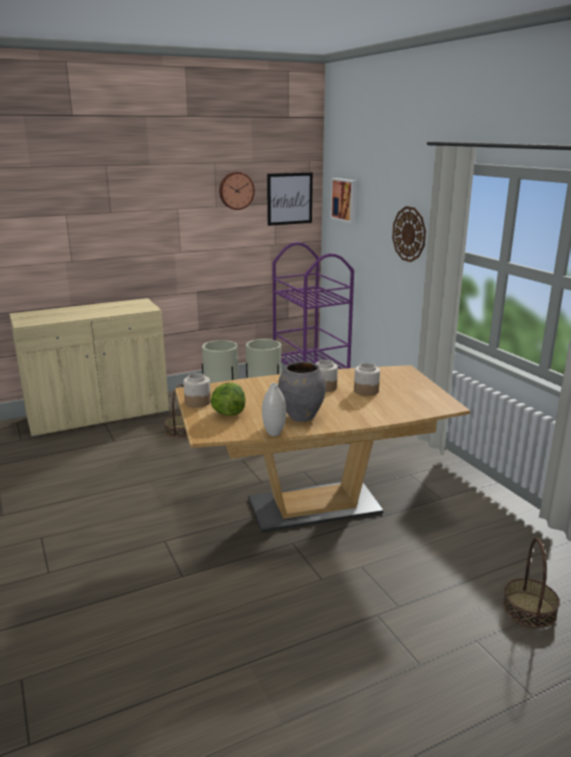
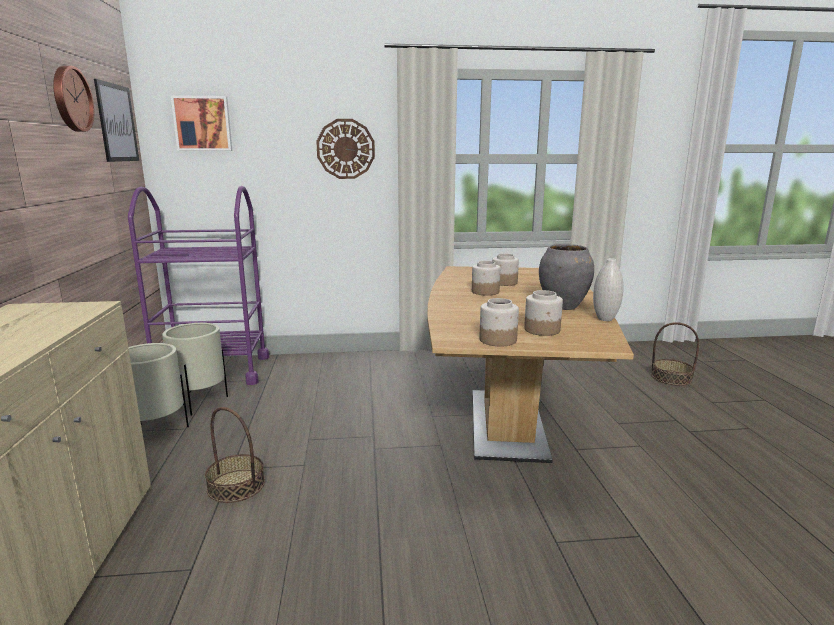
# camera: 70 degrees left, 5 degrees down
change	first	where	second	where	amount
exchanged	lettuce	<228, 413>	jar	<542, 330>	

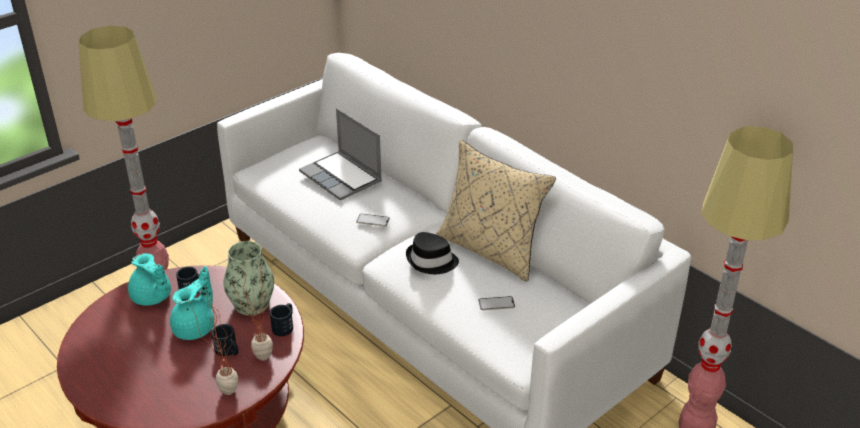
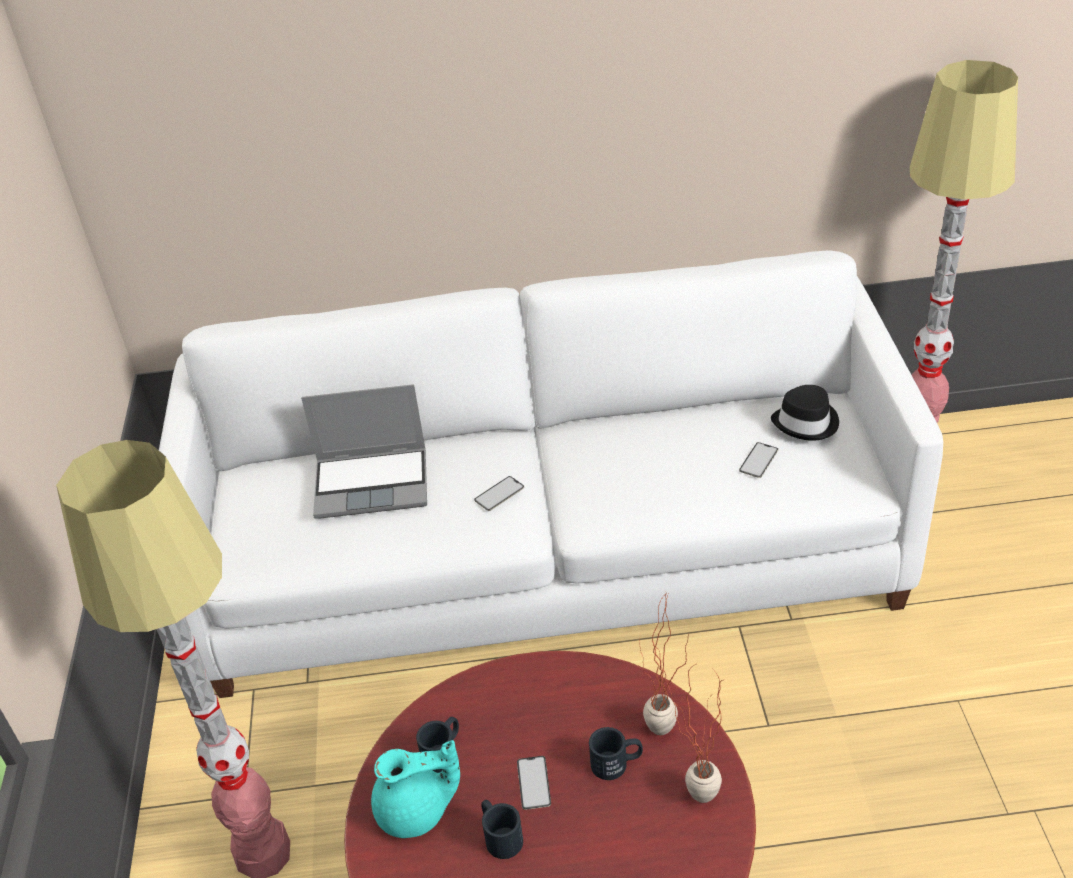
# camera: 50 degrees left, 5 degrees up
change	first	where	second	where	amount
exchanged	teapot (turquoise)	<196, 328>	phone	<533, 783>	
missing	vase	<252, 304>			
relocated	mug (black)	<284, 325>		<500, 835>	
relocated	hat (black)	<431, 261>		<806, 423>	
missing	pillow (beige)	<491, 250>			

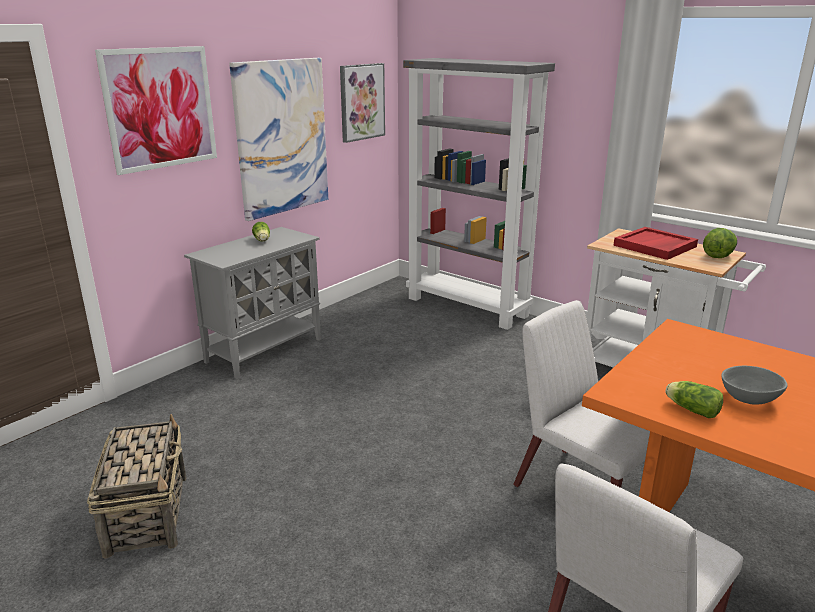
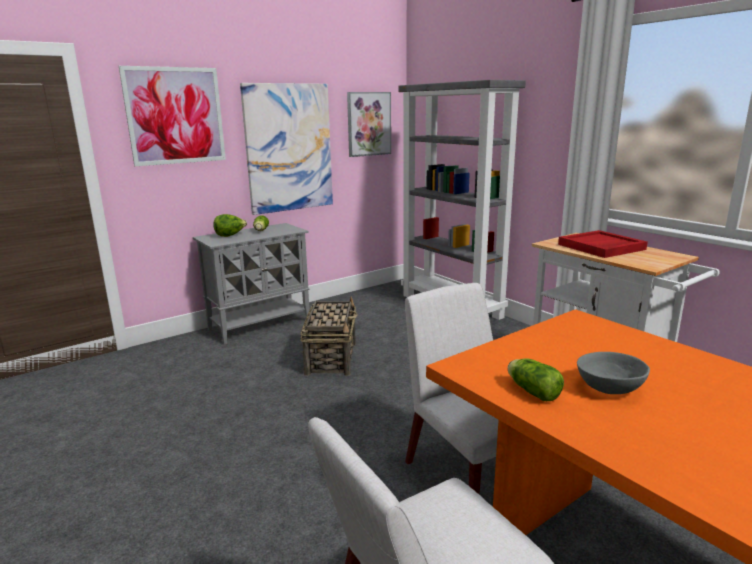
# camera: 15 degrees right, 5 degrees down
change	first	where	second	where	amount
relocated	basket	<148, 513>		<331, 358>	
relocated	lettuce	<718, 255>		<230, 235>	

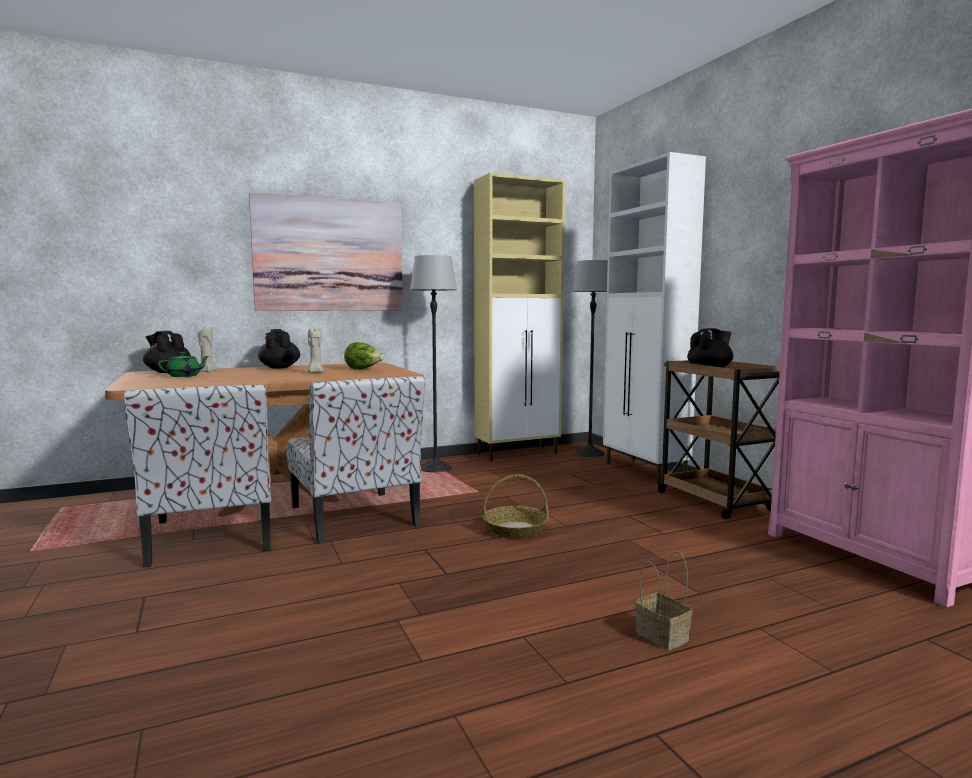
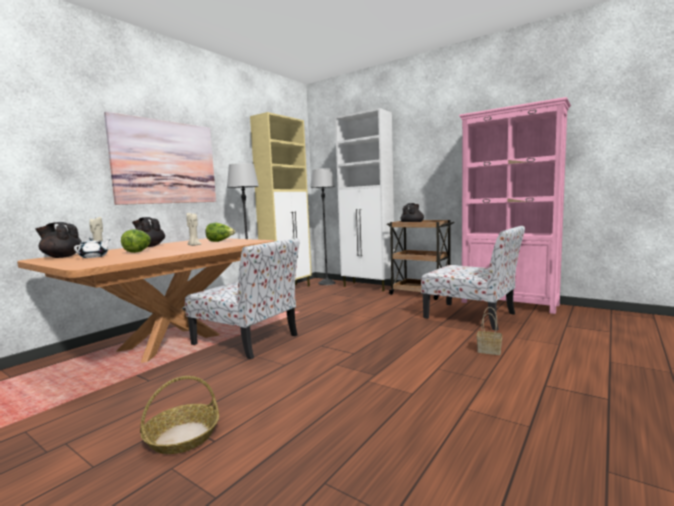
# camera: 30 degrees left, 0 degrees up
change	first	where	second	where	amount
relocated	chair	<212, 537>		<472, 316>	
colour	teapot (green)	<185, 376>	teapot (white)	<94, 257>	
relocated	basket	<515, 529>		<183, 436>	
appeared			lettuce	<138, 251>	

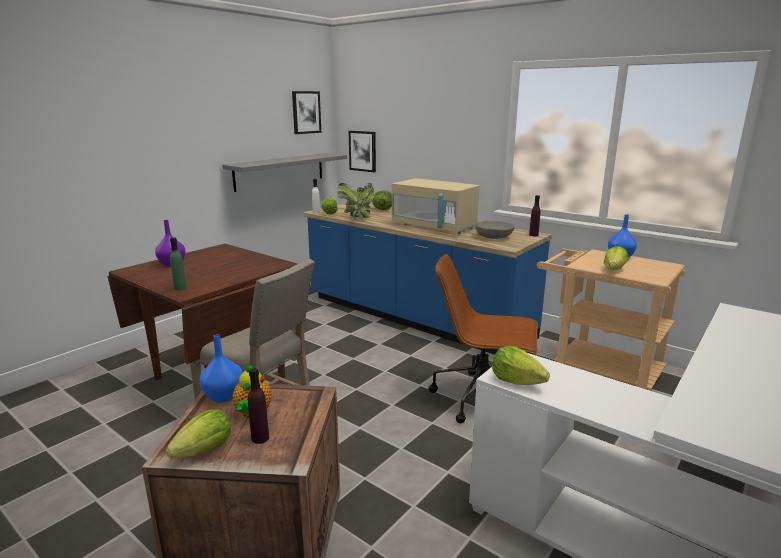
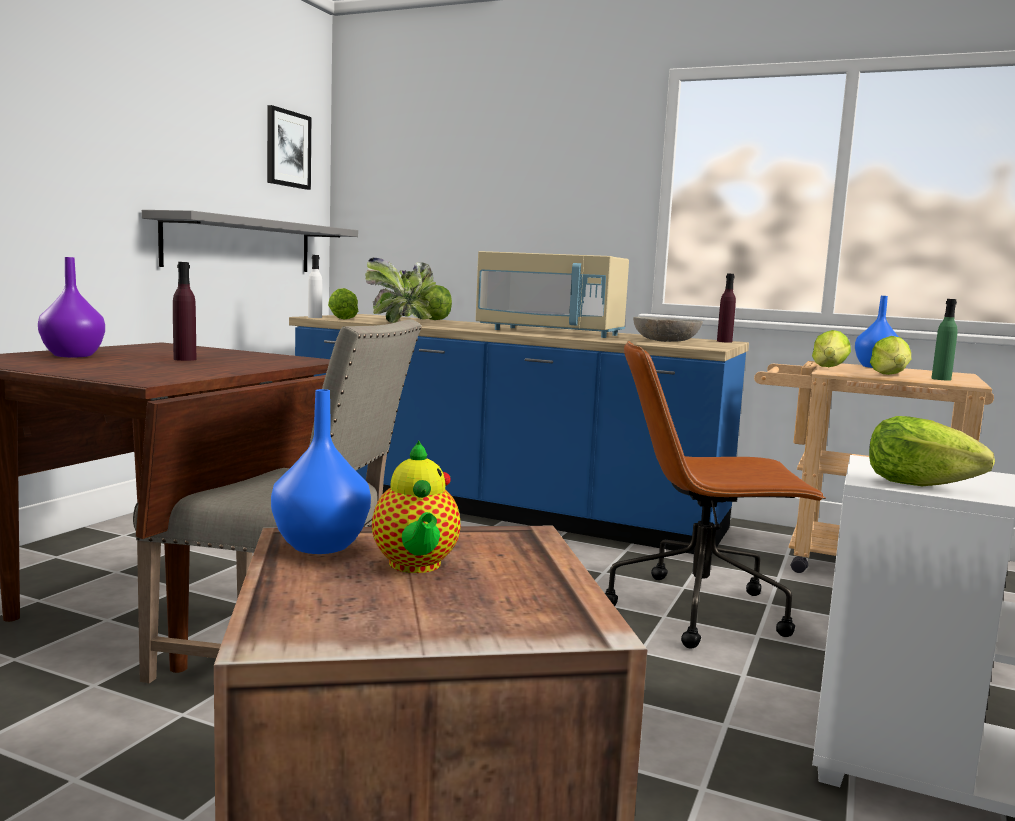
# camera: 15 degrees left, 10 degrees down
change	first	where	second	where	amount
relocated	lettuce	<205, 451>		<829, 368>	
relocated	bottle (green)	<180, 288>		<941, 379>	
relocated	bottle (purple)	<260, 438>		<185, 359>	
missing	picture	<363, 151>			

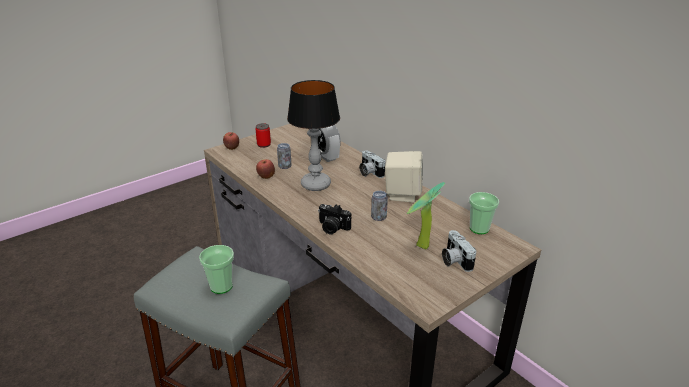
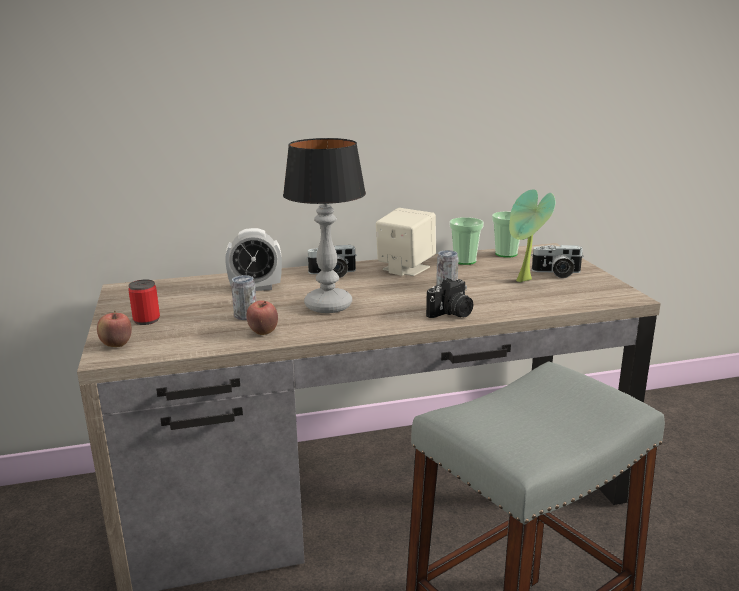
# camera: 65 degrees left, 10 degrees down
change	first	where	second	where	amount
relocated	cup	<221, 286>		<464, 261>	

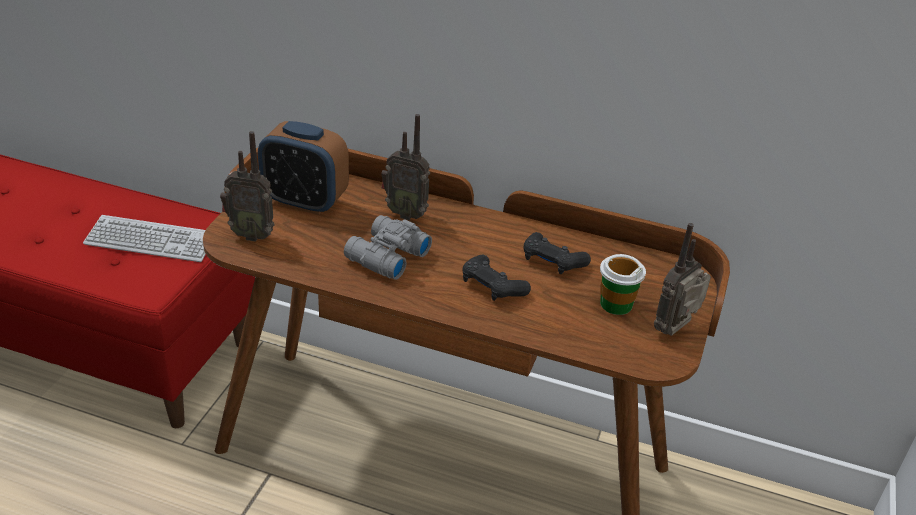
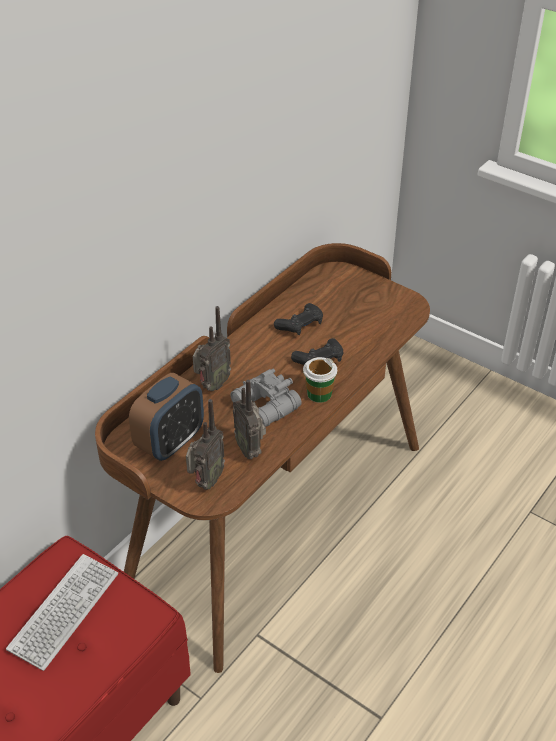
# camera: 70 degrees left, 5 degrees up
change	first	where	second	where	amount
relocated	cup	<616, 304>		<319, 394>	
relocated	radio	<675, 331>		<250, 449>	

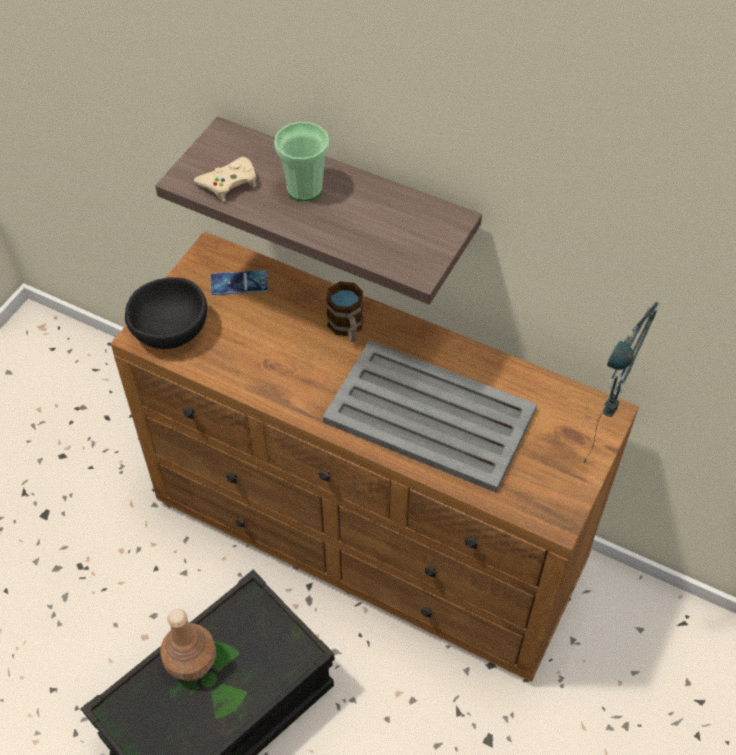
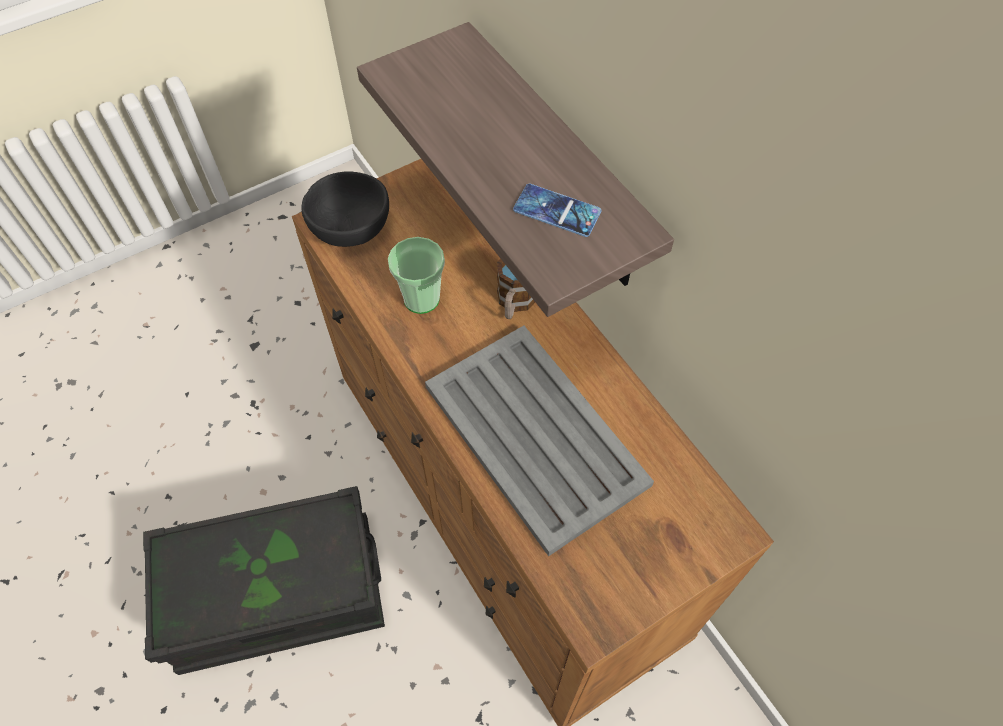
# camera: 30 degrees right, 5 degrees up
change	first	where	second	where	amount
missing	bottle (brown)	<191, 664>			
missing	game controller (beige)	<229, 183>			
relocated	phone	<239, 283>		<557, 211>	
relocated	cup	<304, 188>		<421, 299>	
missing	table lamp	<590, 478>			

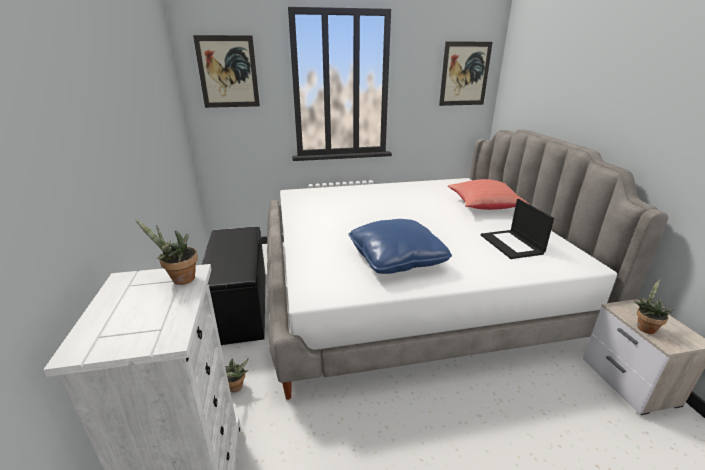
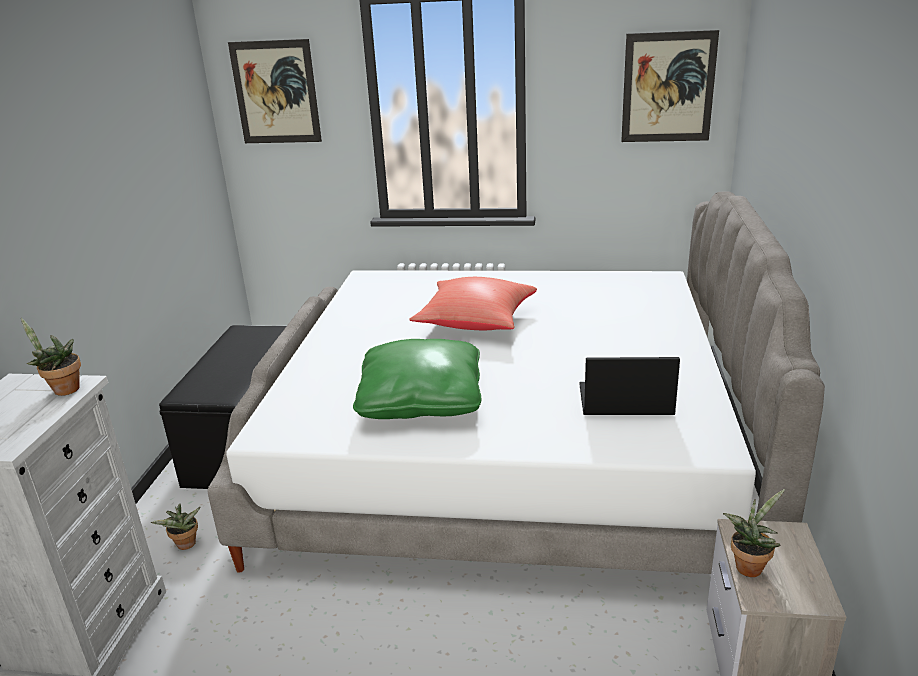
# camera: 20 degrees right, 0 degrees up
change	first	where	second	where	amount
colour	pillow (blue)	<396, 259>	pillow (green)	<421, 400>	
relocated	pillow (red)	<484, 206>		<475, 323>	
spun	laptop	<512, 244>		<624, 400>	90 degrees clockwise

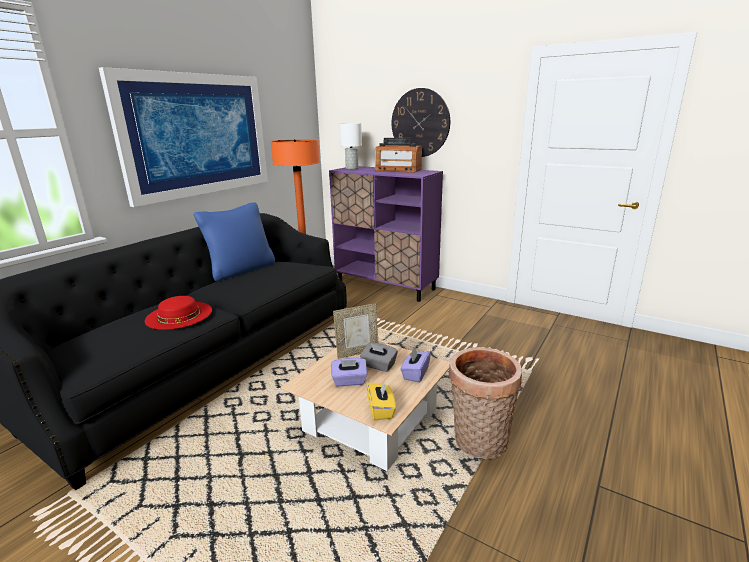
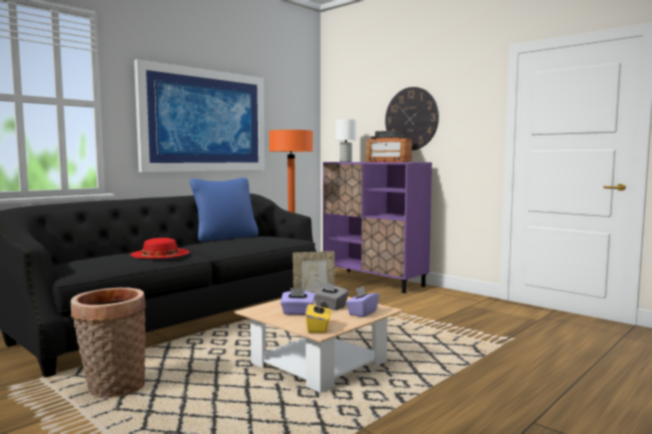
# camera: 10 degrees right, 15 degrees down
change	first	where	second	where	amount
relocated	basket	<478, 443>		<113, 388>	

